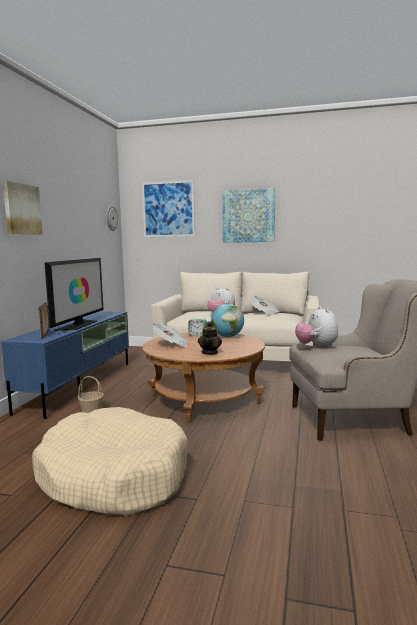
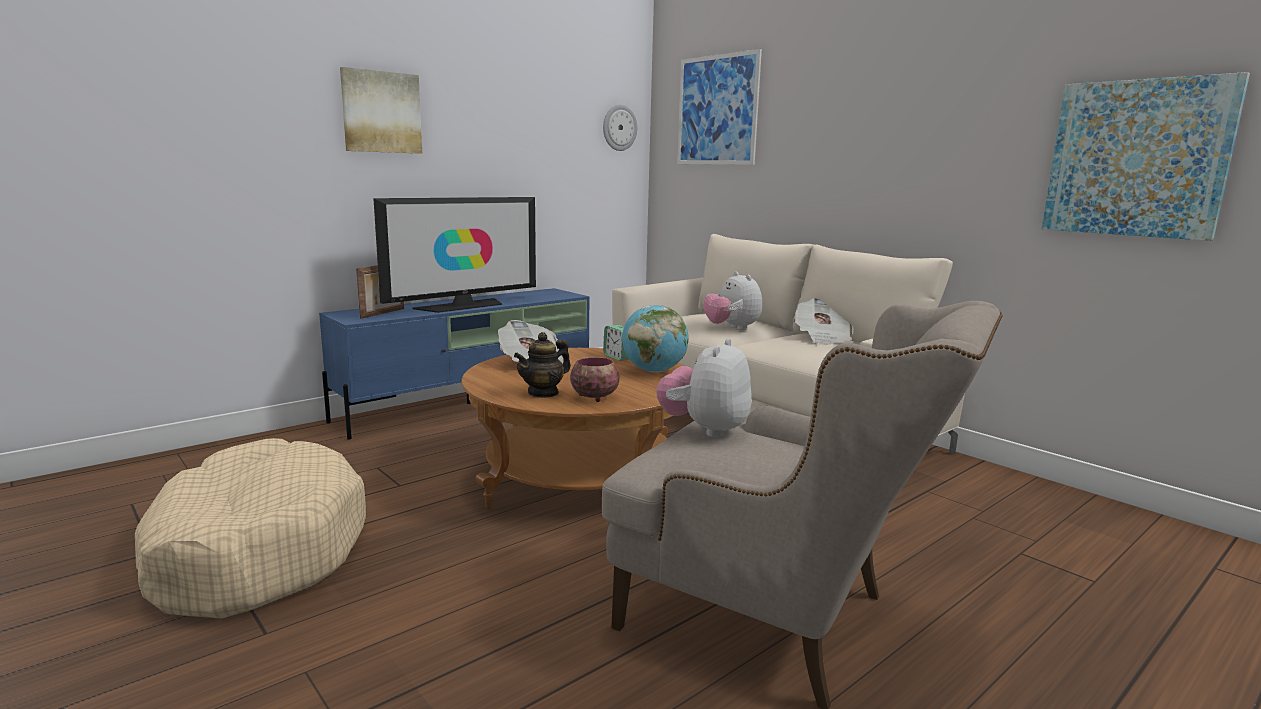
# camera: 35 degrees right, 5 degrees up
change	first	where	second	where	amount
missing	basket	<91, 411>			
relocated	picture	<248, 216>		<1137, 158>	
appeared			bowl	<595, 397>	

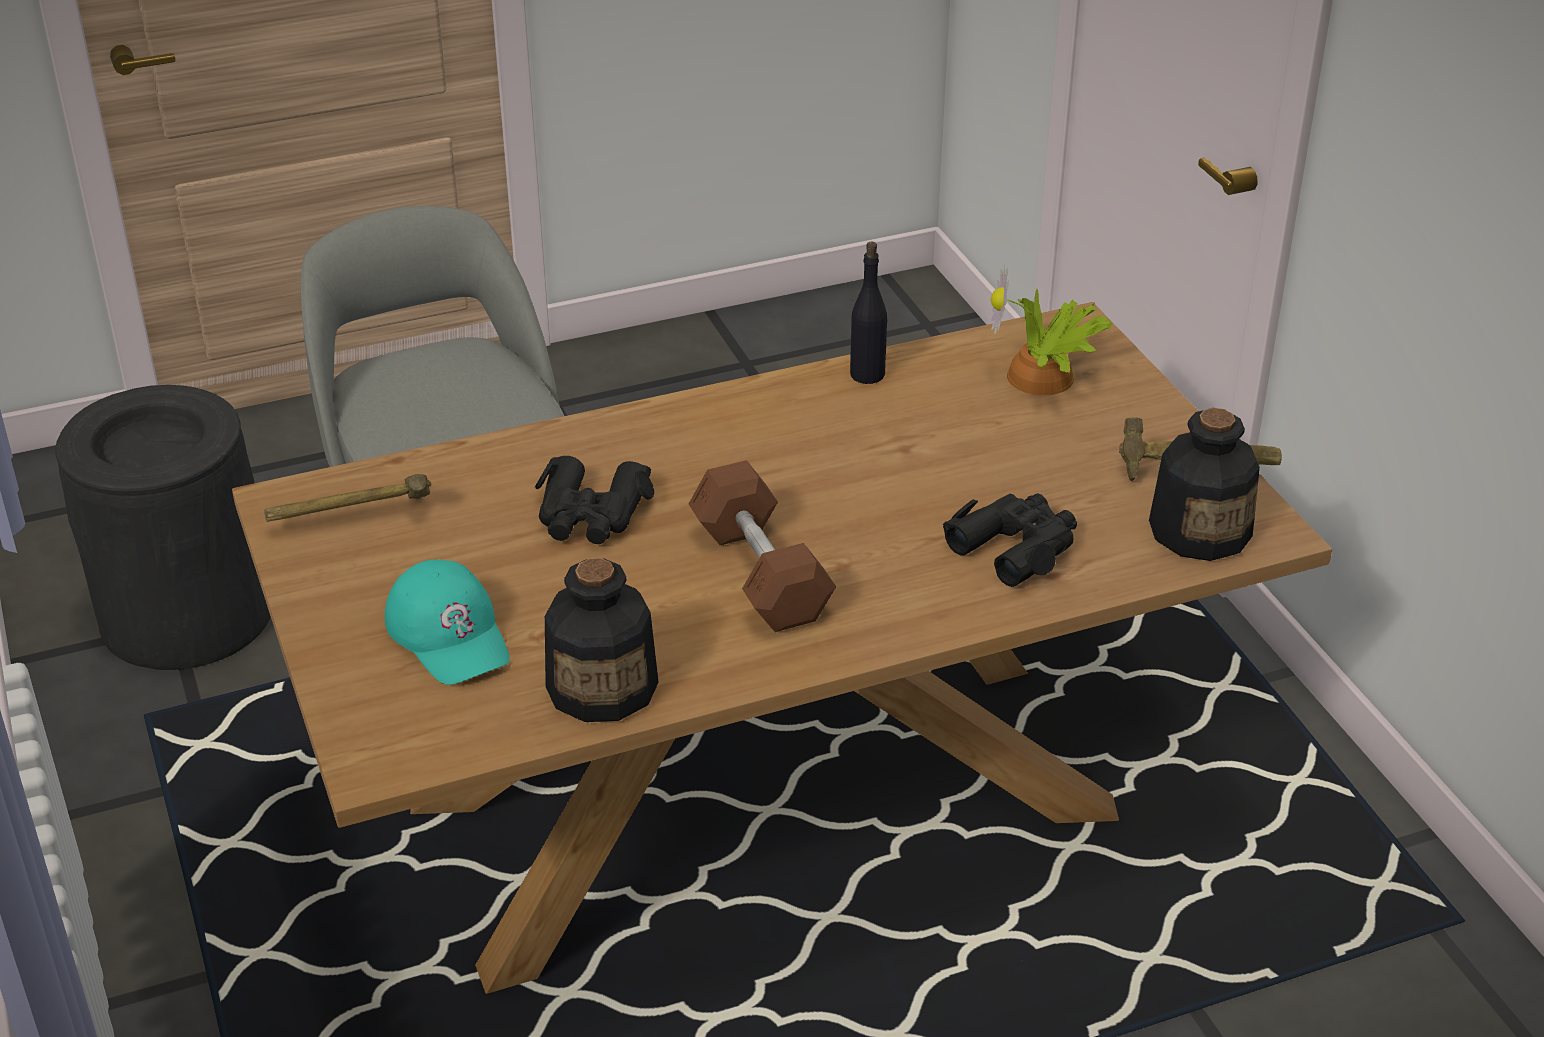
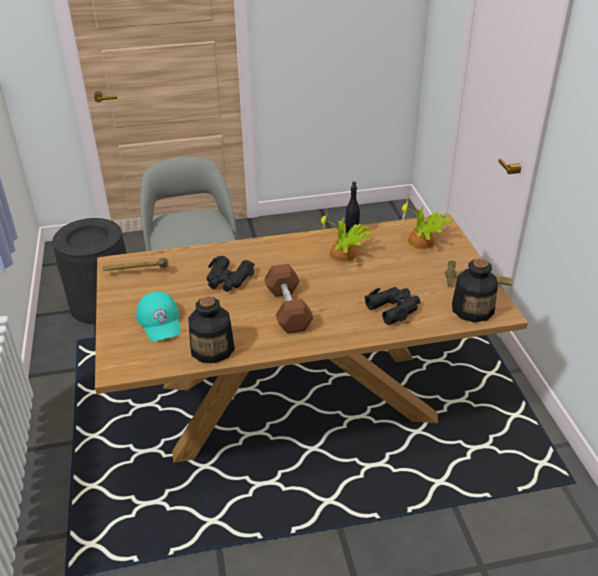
# camera: 10 degrees right, 0 degrees up
change	first	where	second	where	amount
appeared			potted plant	<344, 254>	

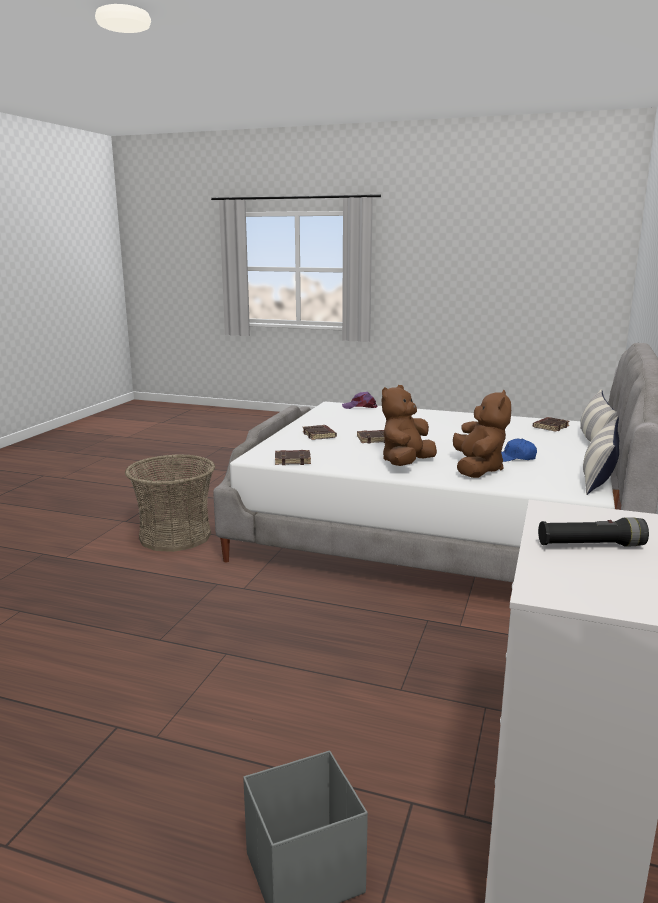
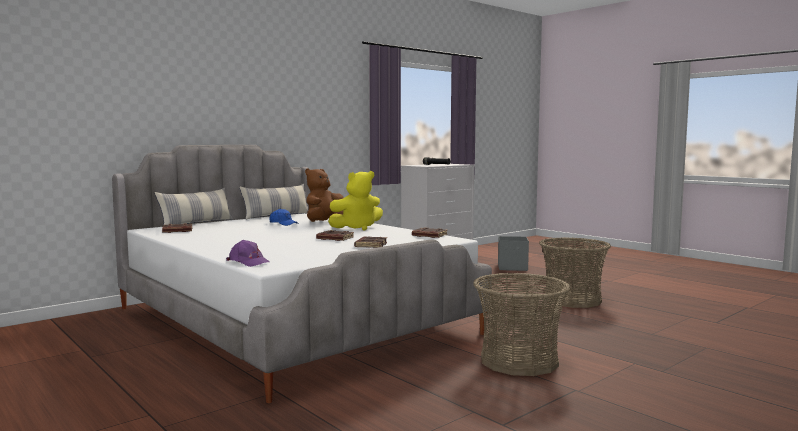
# camera: 150 degrees left, 10 degrees down
change	first	where	second	where	amount
colour	plush toy (brown)	<406, 464>	plush toy (yellow)	<357, 228>	
appeared			basket	<572, 300>	

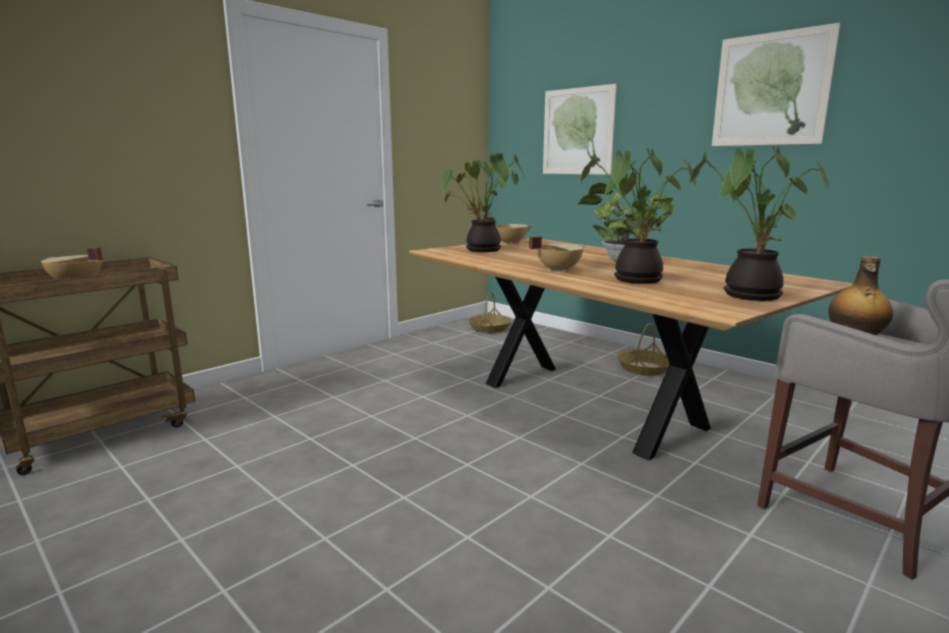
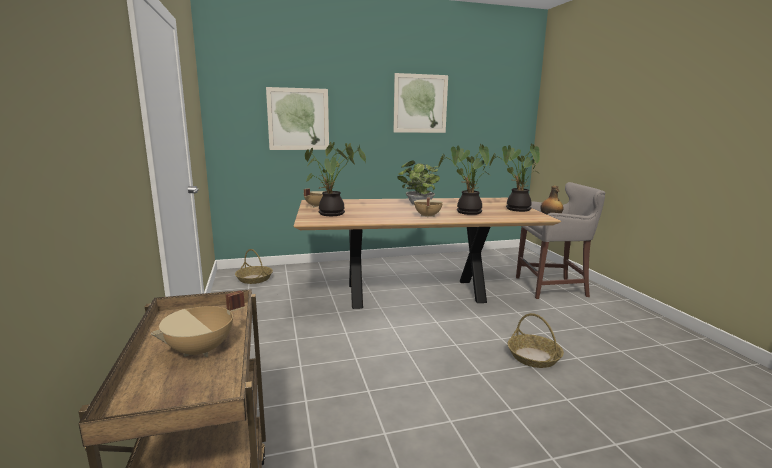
# camera: 60 degrees left, 0 degrees up
change	first	where	second	where	amount
relocated	basket	<644, 369>		<534, 357>	

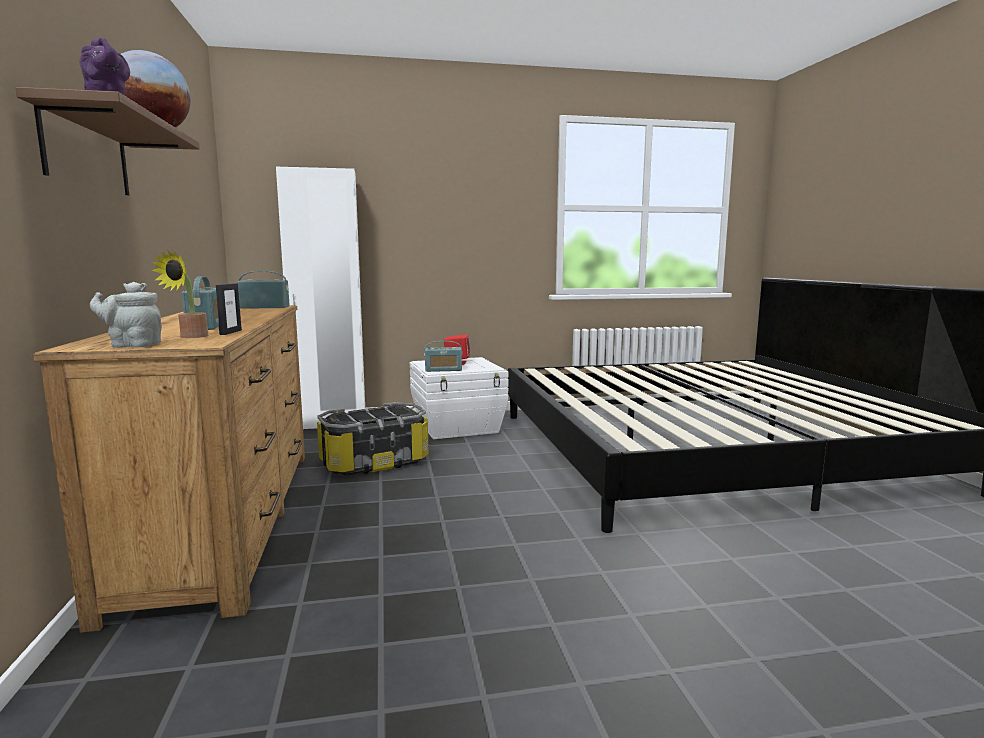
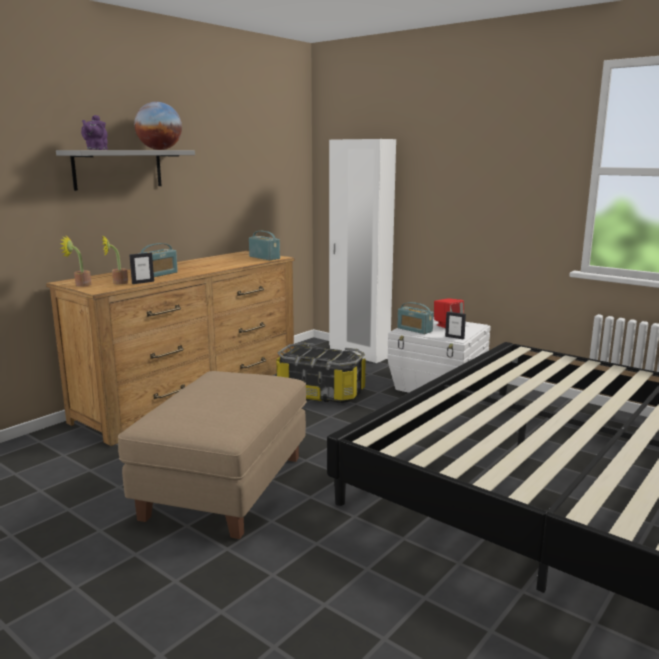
# camera: 50 degrees right, 5 degrees up
change	first	where	second	where	amount
colour	shelf (brown)	<87, 152>	shelf (grey)	<118, 169>	
exchanged	teapot (grey)	<132, 345>	potted plant	<80, 285>	
appeared			ottoman (beige)	<225, 485>	
appeared			picture frame	<454, 337>	

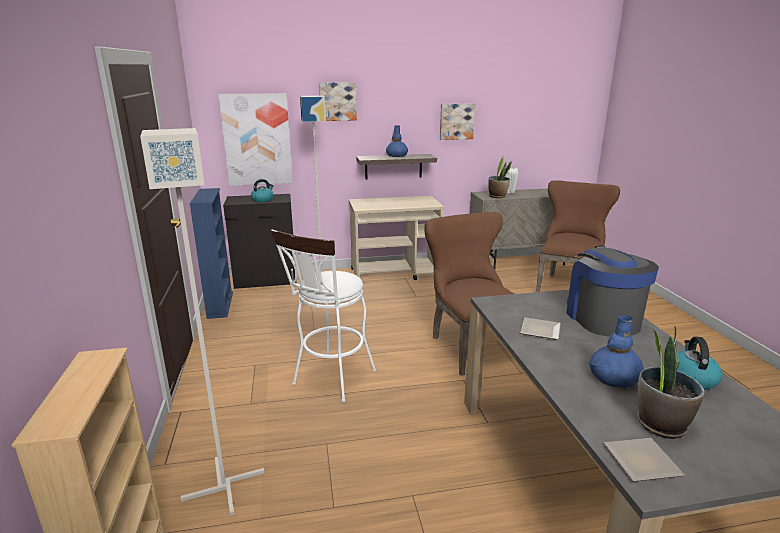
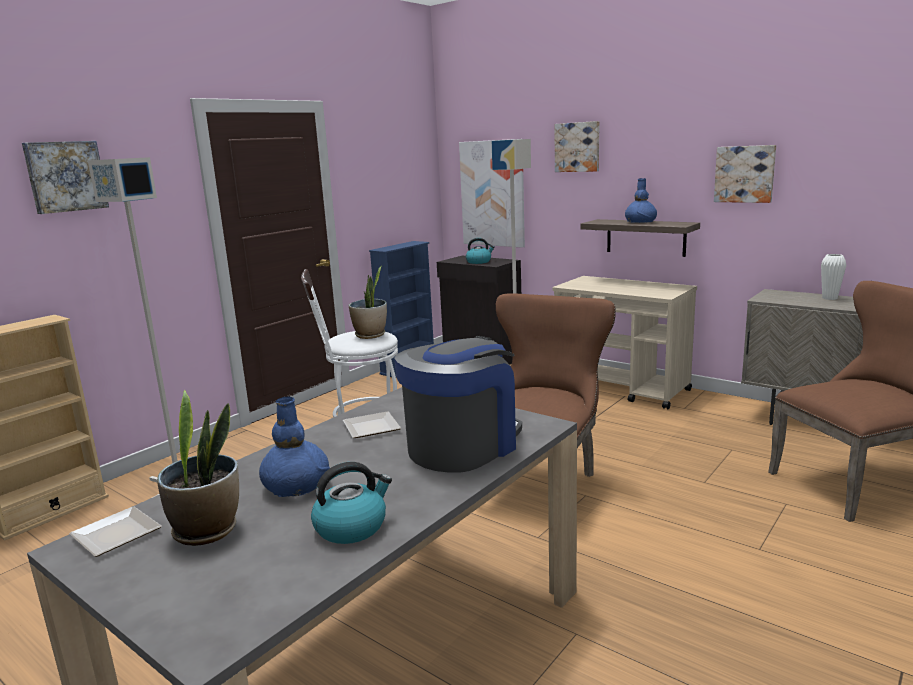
# camera: 50 degrees right, 5 degrees down
change	first	where	second	where	amount
relocated	potted plant	<497, 196>		<370, 335>	
appeared			picture	<65, 176>	

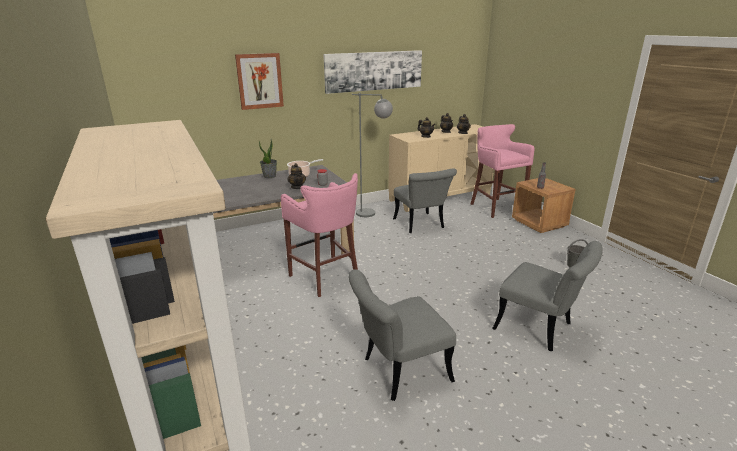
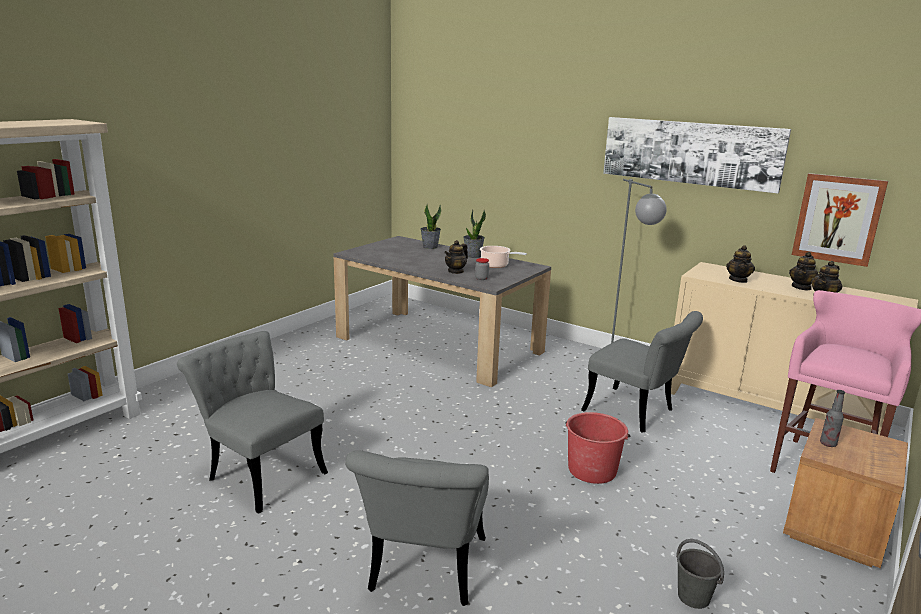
# camera: 60 degrees right, 5 degrees down
change	first	where	second	where	amount
relocated	picture	<259, 81>		<838, 219>	
missing	stool (pink)	<326, 278>			
spun	chair (grey)	<421, 225>		<636, 413>	90 degrees counterclockwise
appeared			potted plant	<430, 247>	
appeared			bucket (red)	<592, 470>	

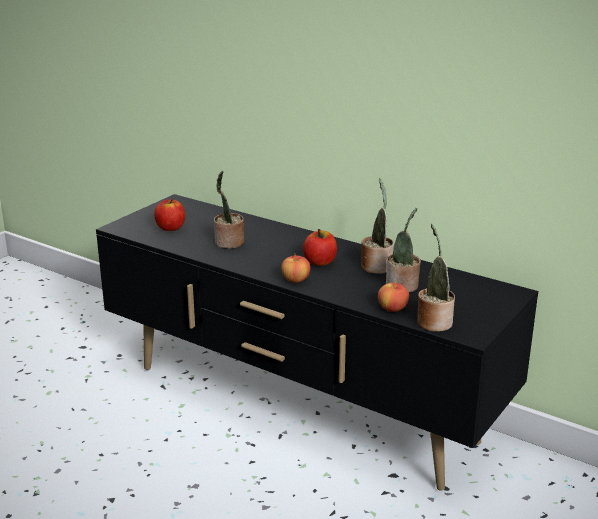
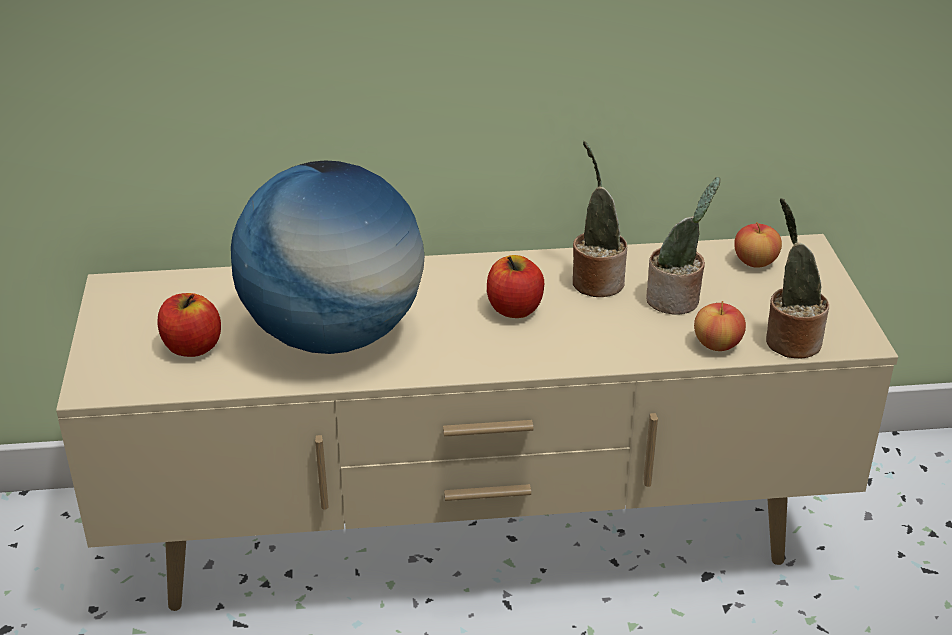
# camera: 40 degrees left, 10 degrees up
change	first	where	second	where	amount
colour	tv stand (black)	<300, 405>	tv stand (beige)	<477, 539>	
exchanged	potted plant	<228, 243>	globe	<333, 335>	
relocated	apple	<295, 280>		<755, 262>	

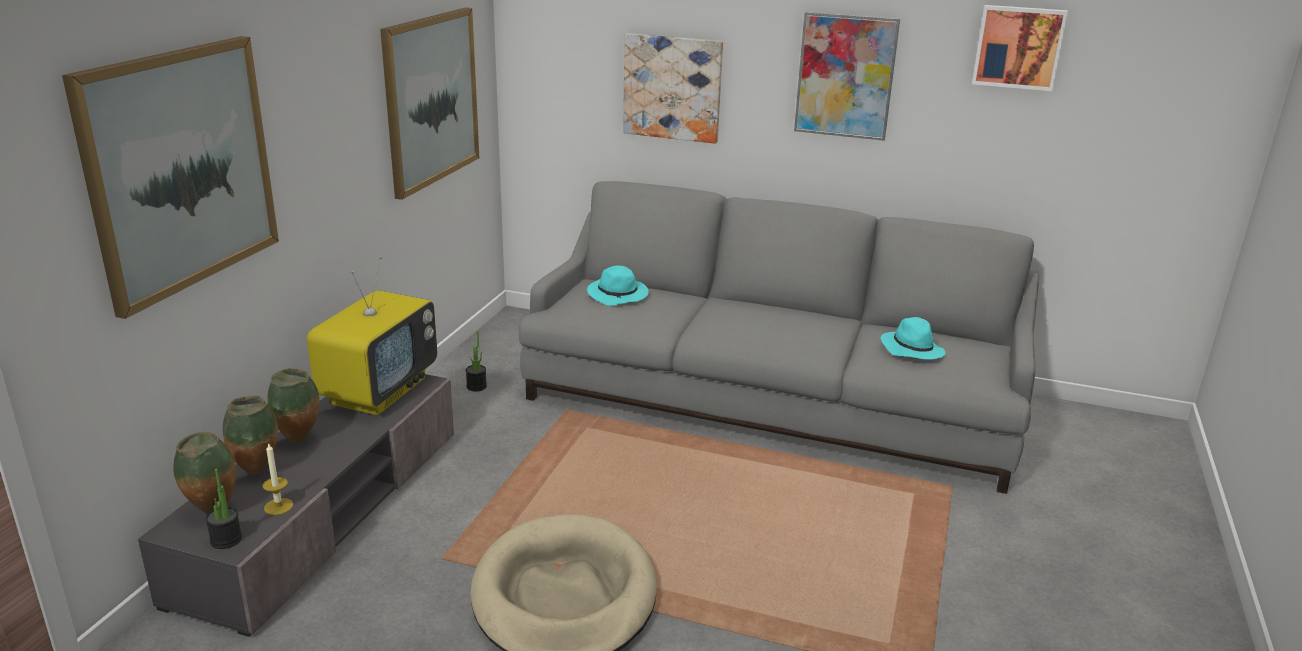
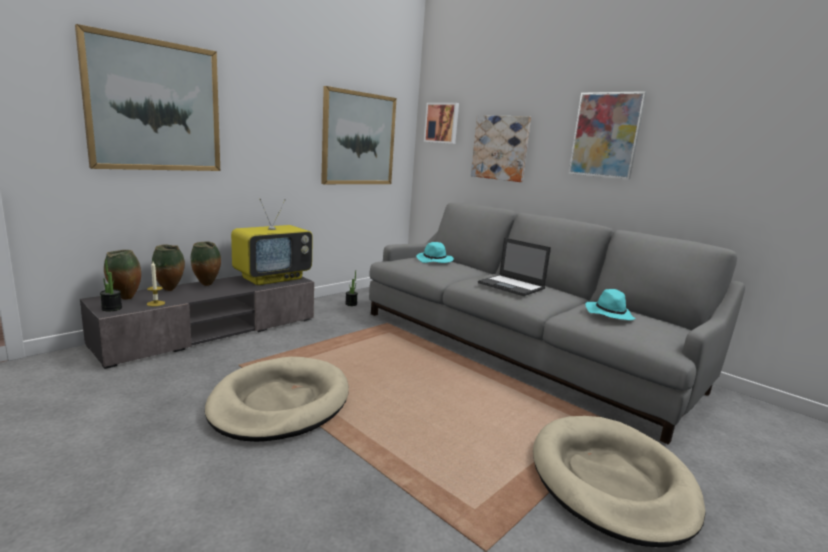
# camera: 25 degrees right, 10 degrees down
change	first	where	second	where	amount
relocated	picture	<1018, 47>		<442, 123>	
appeared			laptop	<512, 286>	
appeared			dog bed (beige)	<611, 481>	

